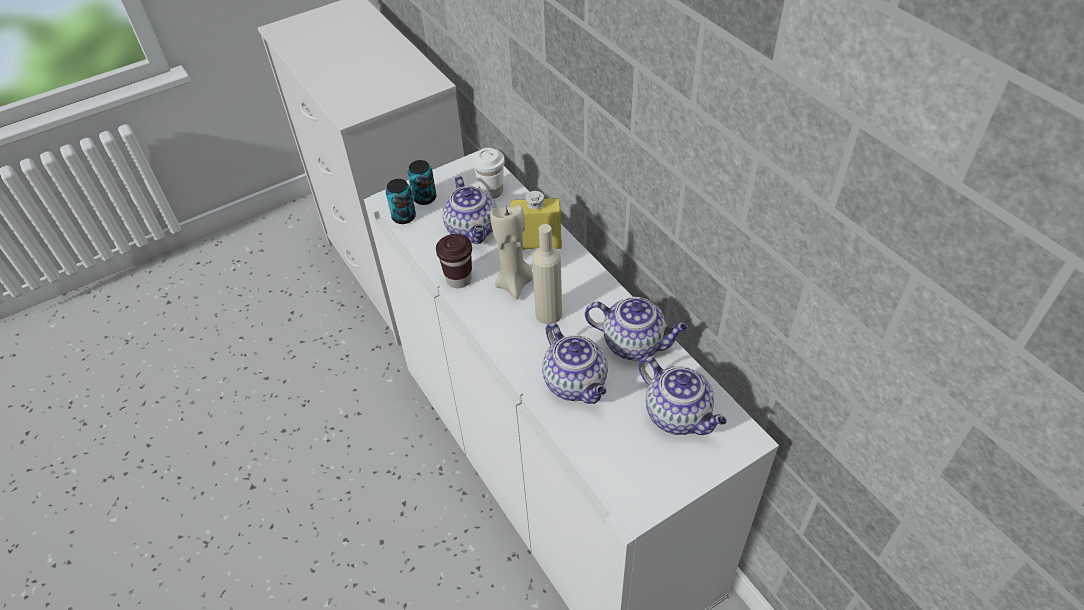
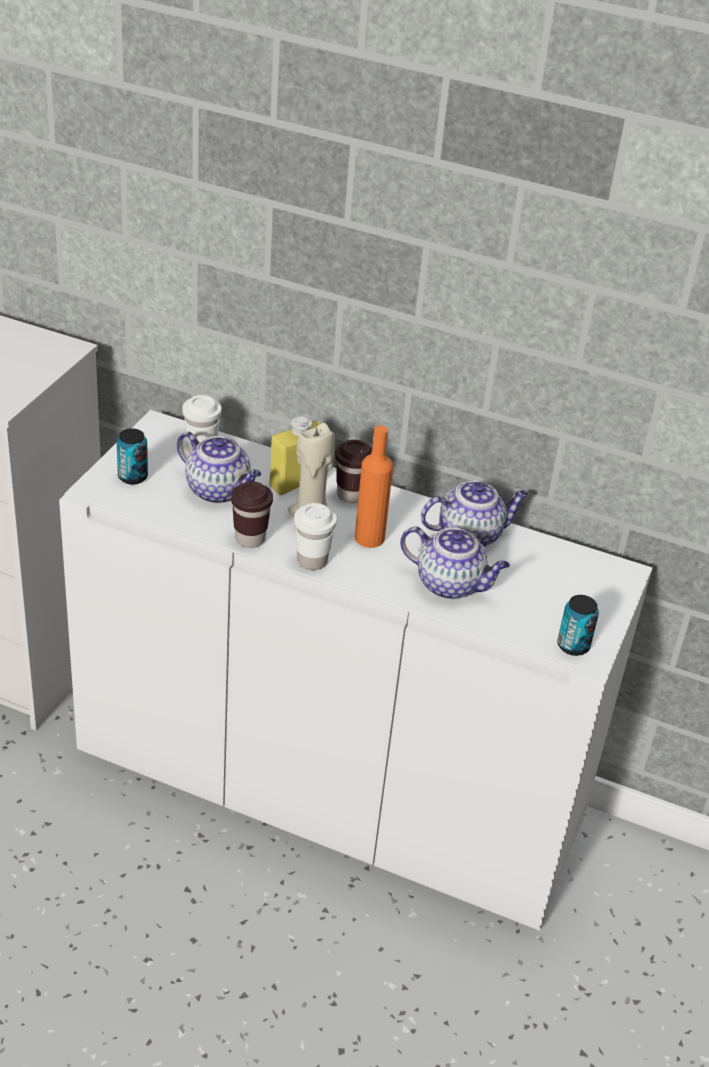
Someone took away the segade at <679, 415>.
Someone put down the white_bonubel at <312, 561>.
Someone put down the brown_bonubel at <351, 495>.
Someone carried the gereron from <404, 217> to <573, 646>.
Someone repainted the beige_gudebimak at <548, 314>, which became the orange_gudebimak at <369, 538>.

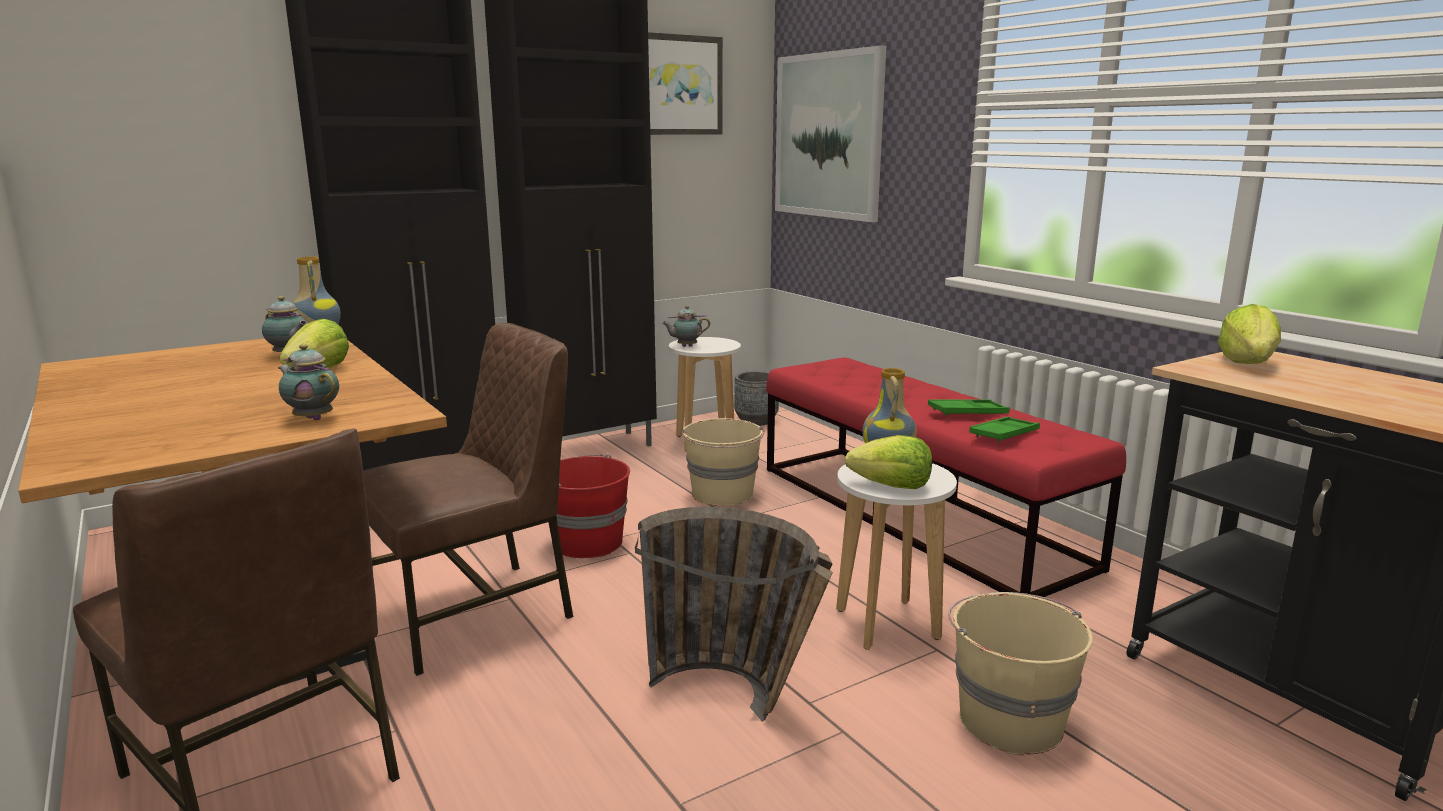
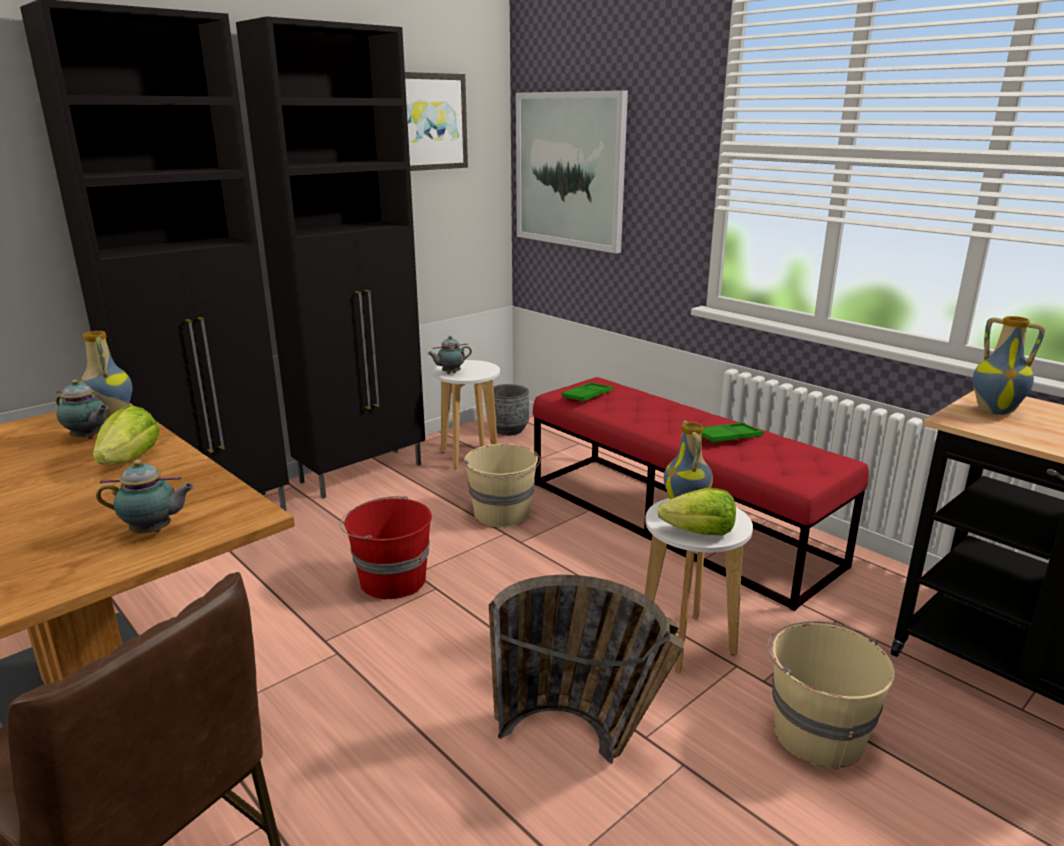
Someone took away the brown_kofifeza at <475, 612>.
Someone carried the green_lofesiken from <1004, 434> to <587, 396>.
Someone swapped the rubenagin at <1247, 364> for the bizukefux at <995, 410>.
Someone rotated the segade at <312, 418> by 150 degrees clockwise.

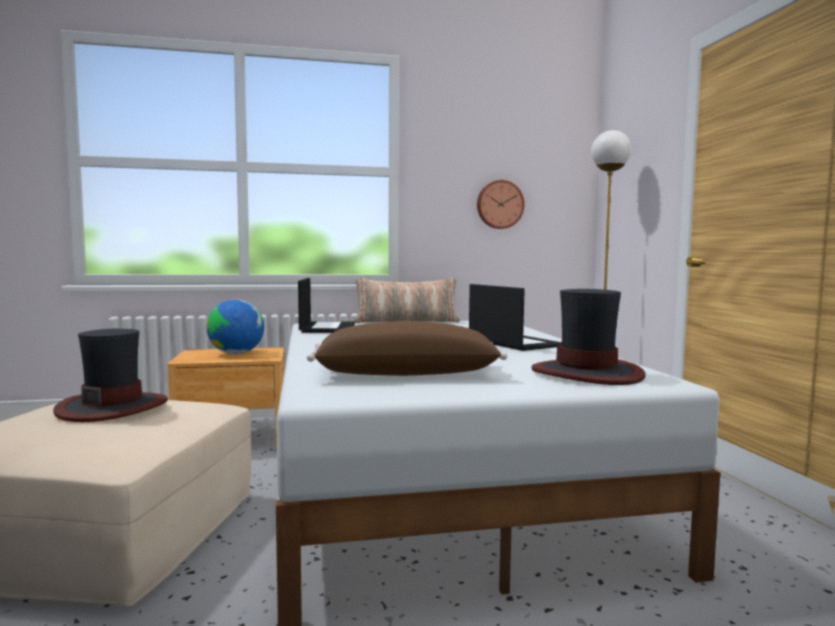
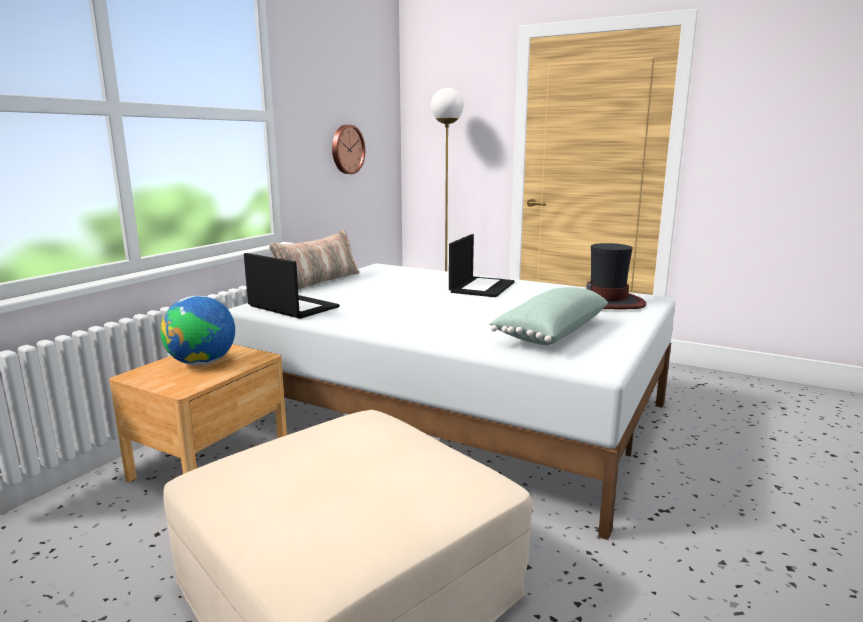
Someone took away the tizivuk at <113, 407>.
Someone repainted the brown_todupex at <406, 373>, which became the green_todupex at <549, 332>.
Someone rotated the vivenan at <513, 343> by 105 degrees clockwise.

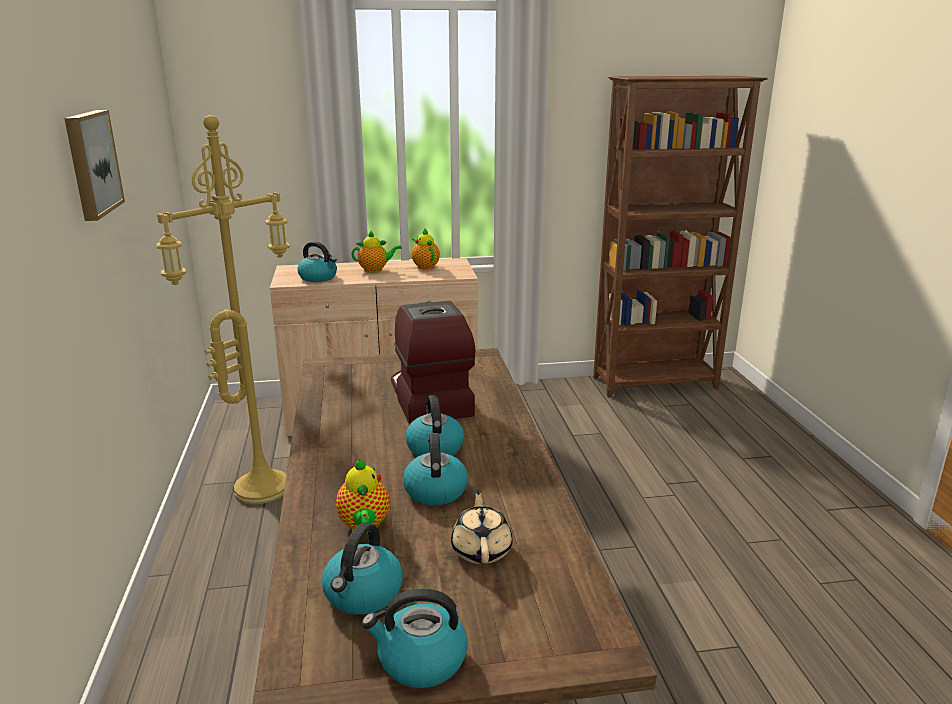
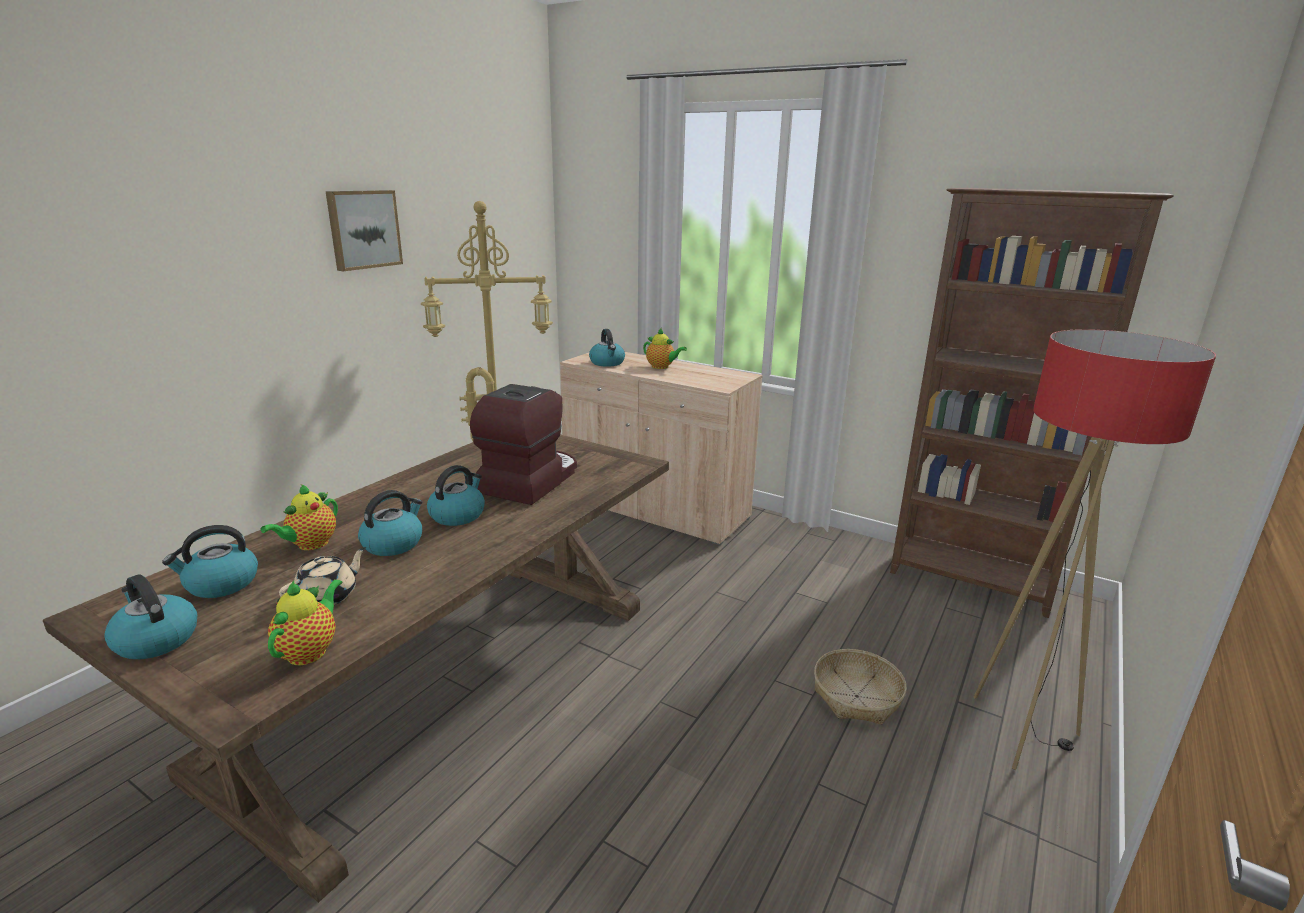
Someone put down the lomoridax at <857, 696>.
Someone put down the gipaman at <1022, 733>.
Someone carried the segade from <425, 266> to <310, 650>.

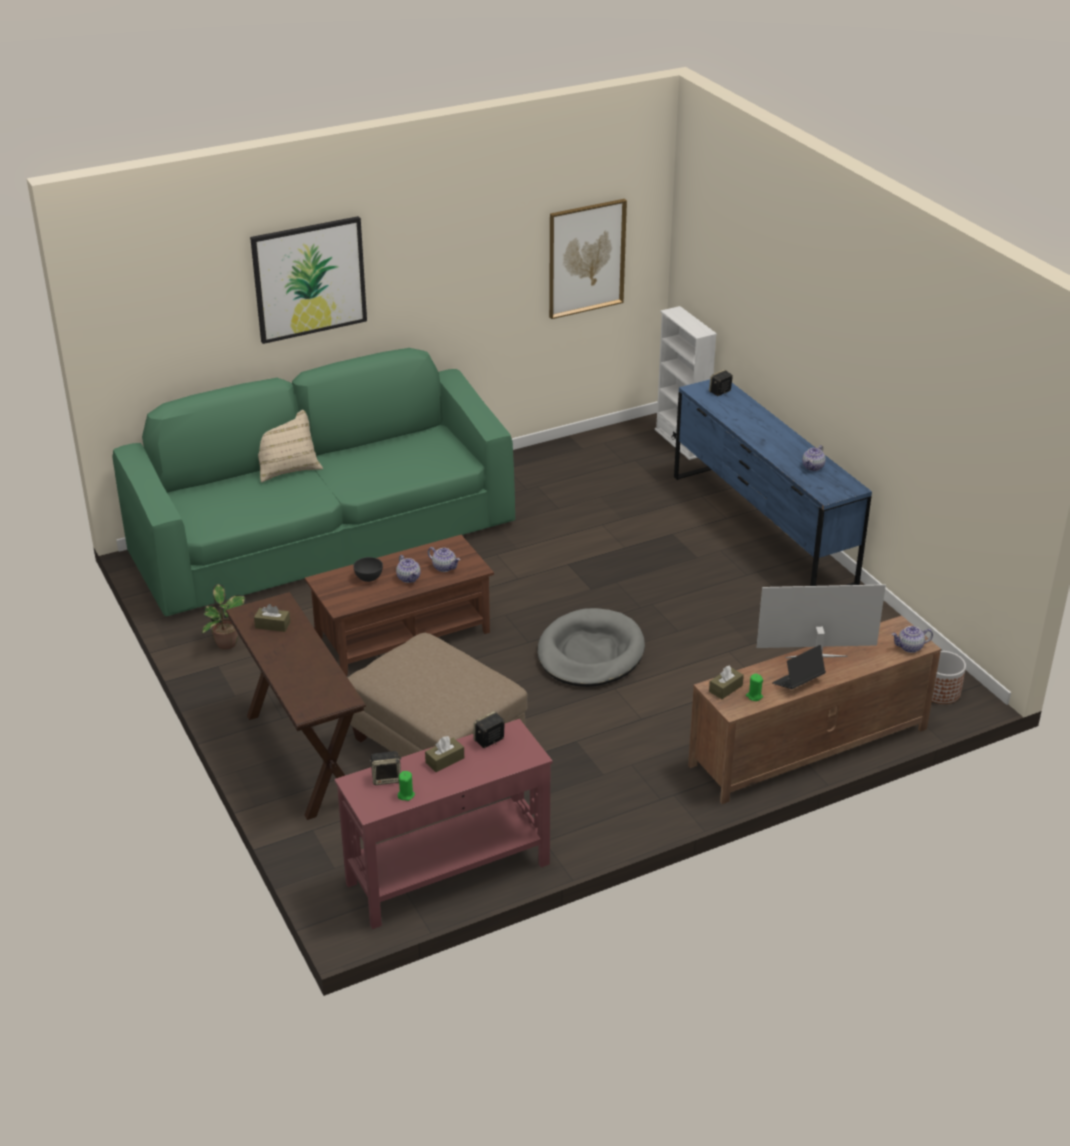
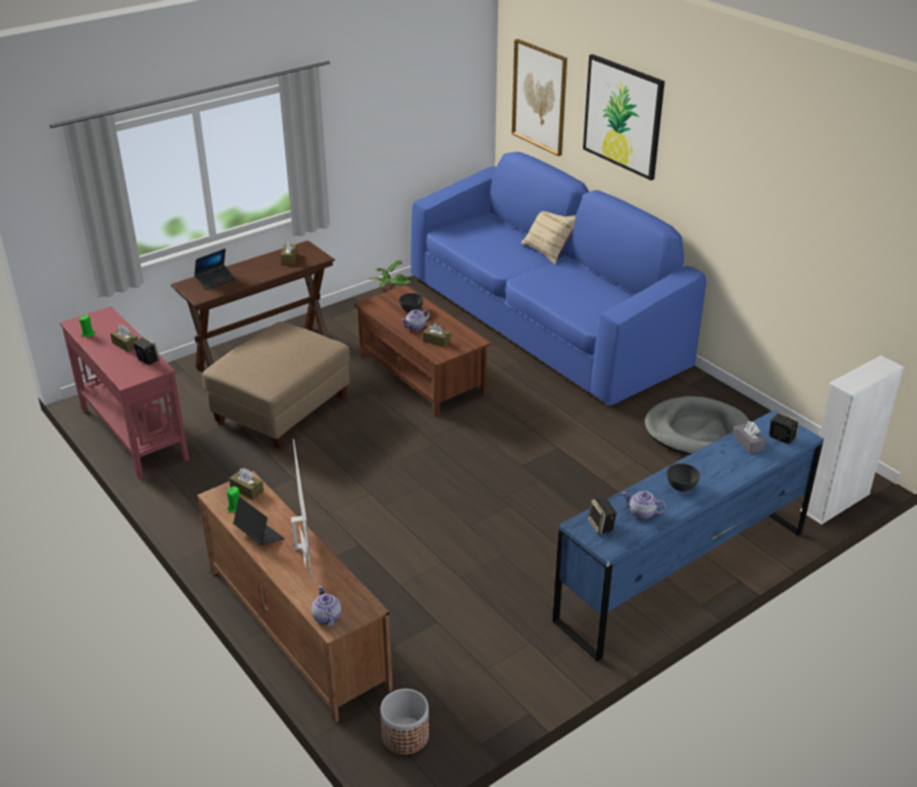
Someone put down the vivenan at <215, 280>.
Someone put down the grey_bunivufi at <681, 486>.
Someone put down the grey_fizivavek at <748, 443>.
Someone carried the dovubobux from <387, 778> to <601, 526>.
Someone carried the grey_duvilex from <590, 653> to <697, 431>.
Someone carried the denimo from <586, 258> to <539, 97>.
Someone swapped the segade at <444, 567> for the brown_fizivavek at <436, 341>.
Someone repainted the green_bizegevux at <325, 539>, which became the blue_bizegevux at <544, 321>.

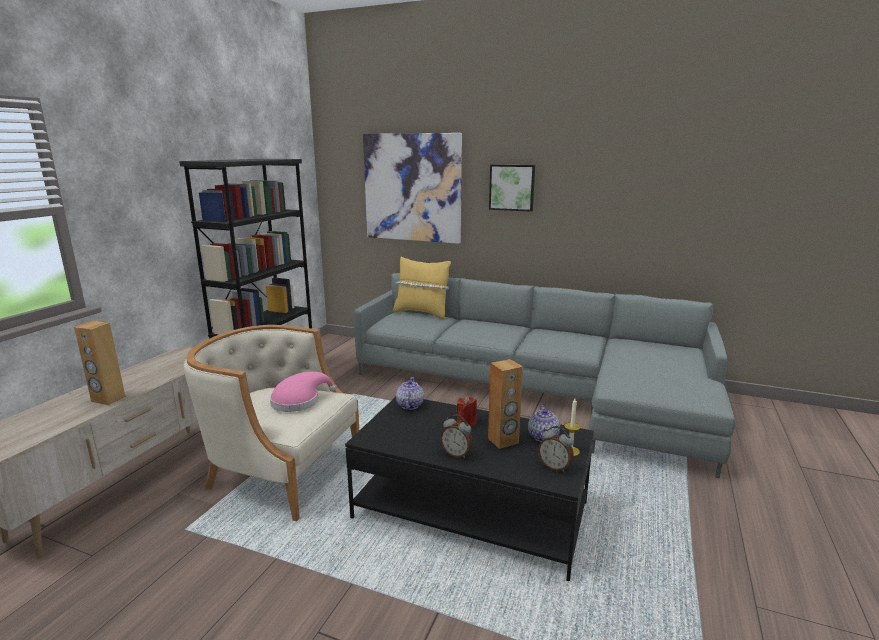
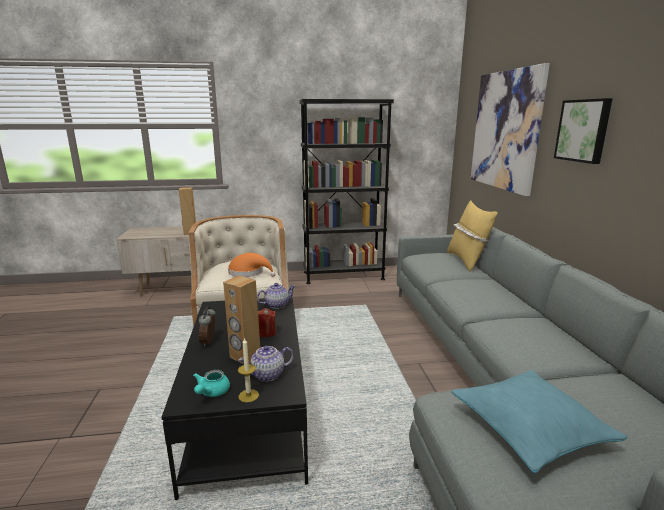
Someone put down the turquoise_todupex at <530, 428>.
Someone swapped the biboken at <554, 467> for the turquoise_segade at <211, 392>.
Someone repainted the pink_tizivuk at <299, 401>, which became the orange_tizivuk at <248, 272>.

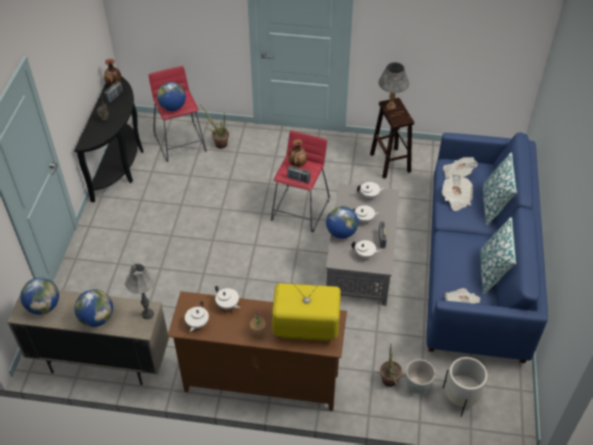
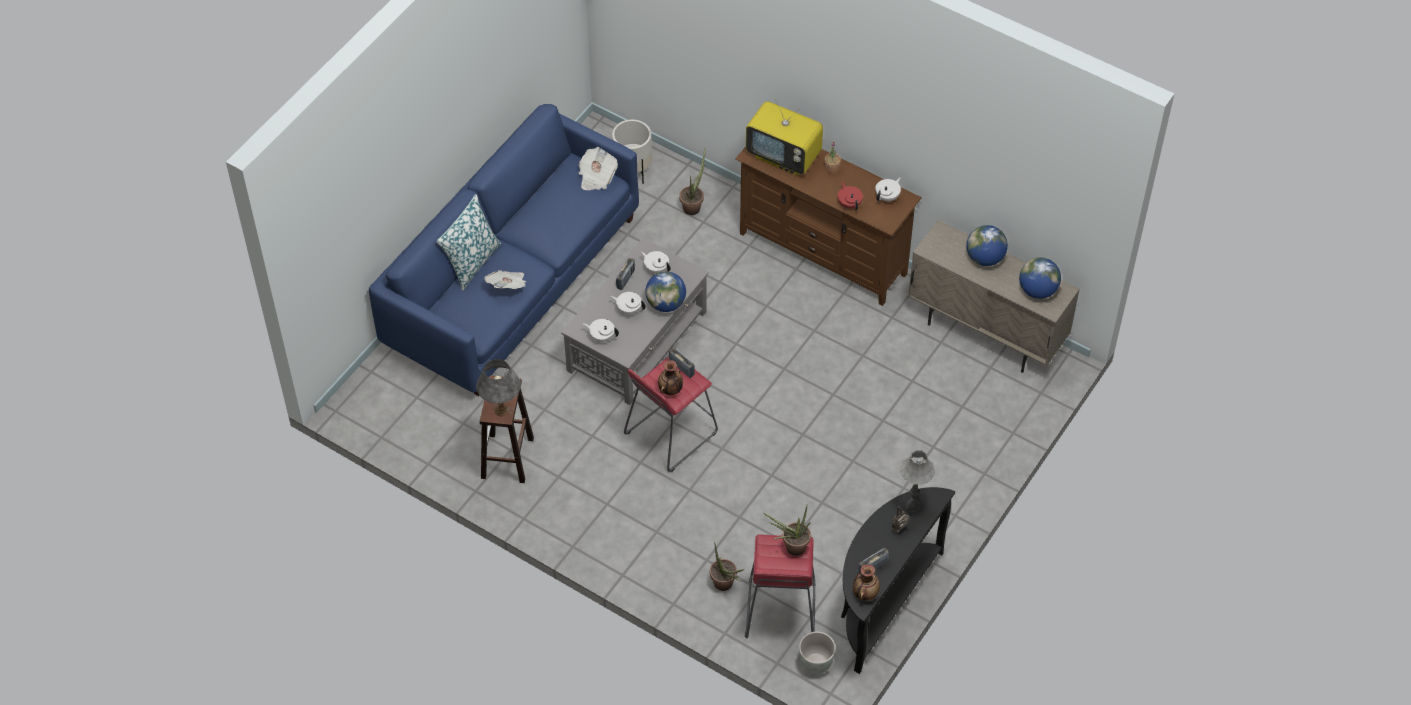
Someone took away the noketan at <457, 173>.
Someone took away the todupex at <492, 272>.
Someone carried the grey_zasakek from <148, 314> to <912, 505>.
Someone carried the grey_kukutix from <417, 384> to <816, 663>.
Someone swapped the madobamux at <173, 107> for the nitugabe at <791, 548>.
Someone repainted the white_segade at <228, 305>, which became the red_segade at <849, 204>.

